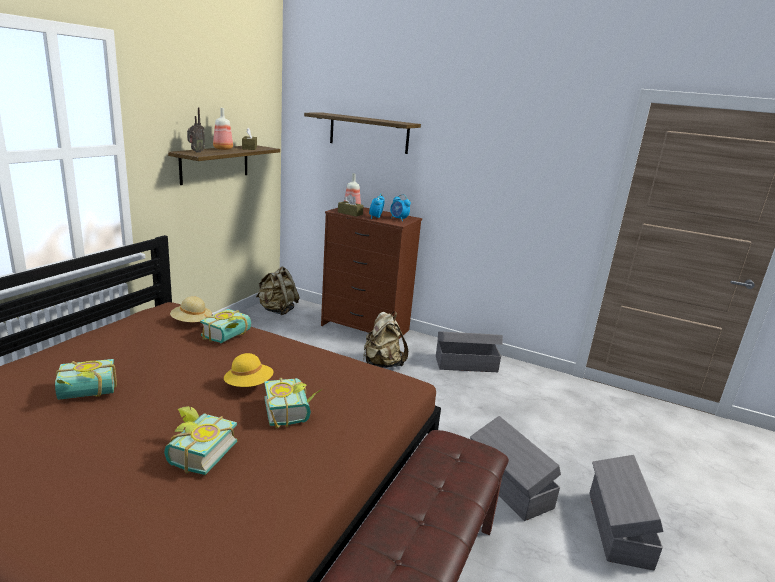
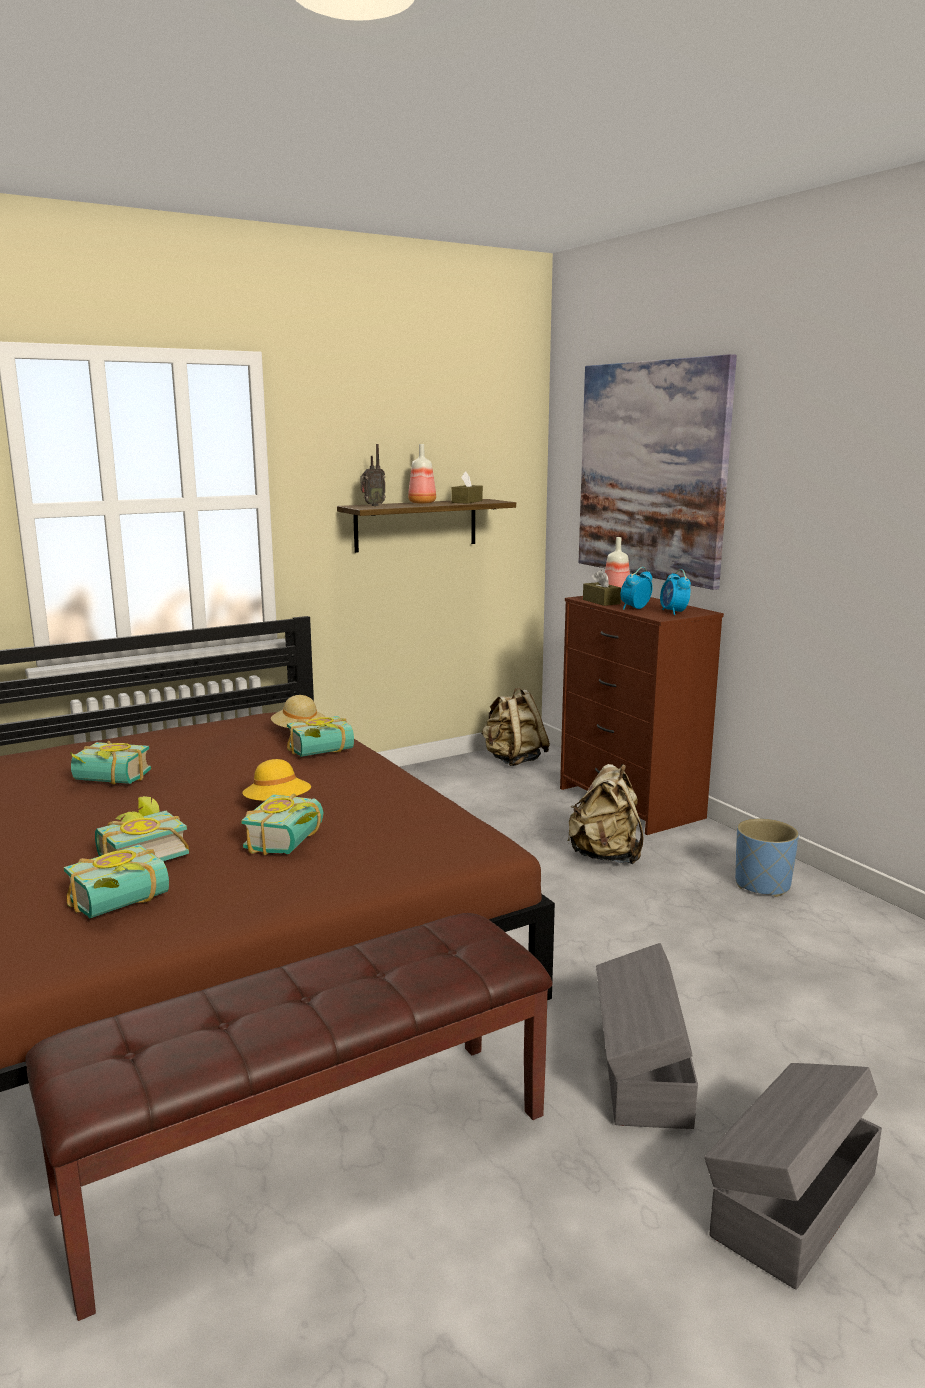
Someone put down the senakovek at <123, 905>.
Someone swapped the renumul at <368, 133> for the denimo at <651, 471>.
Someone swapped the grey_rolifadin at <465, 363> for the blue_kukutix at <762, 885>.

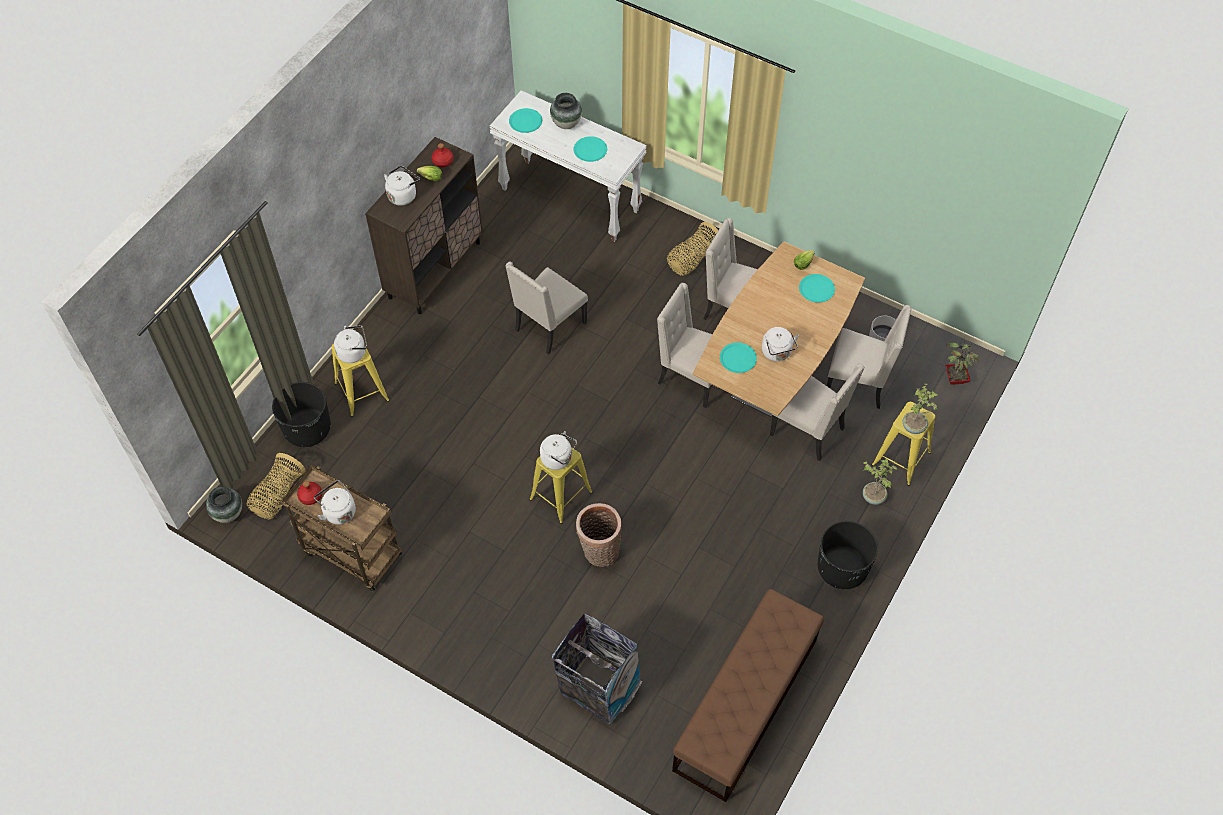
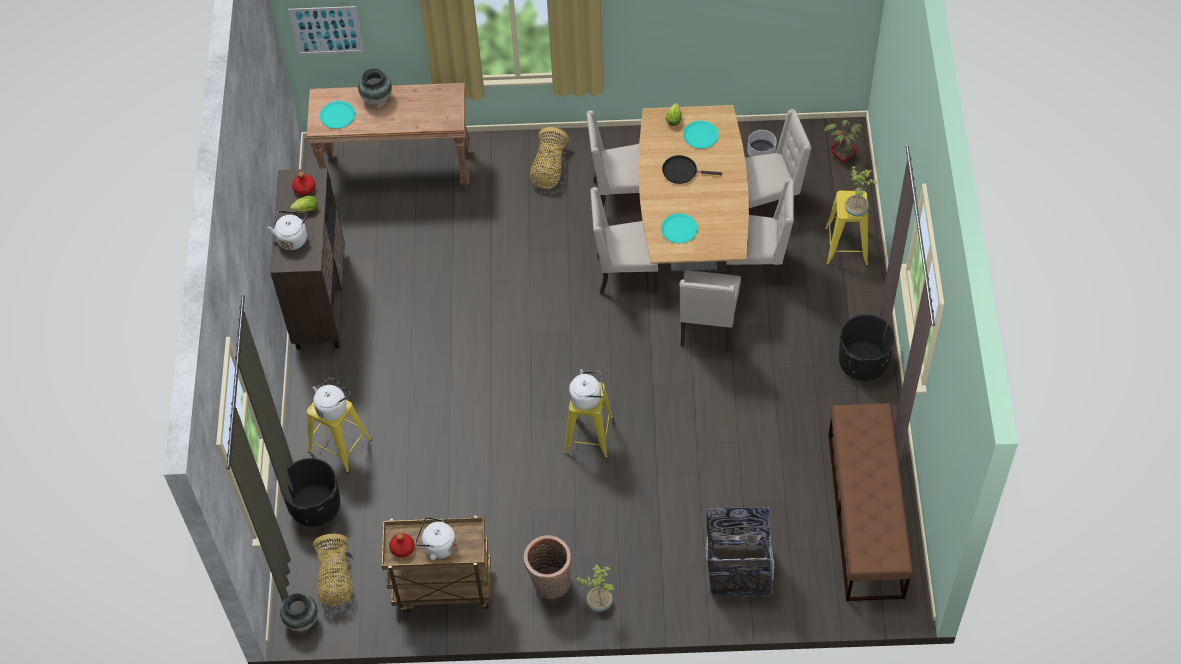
Someone took away the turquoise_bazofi at <590, 150>.
Someone took away the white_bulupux at <777, 353>.
Someone put up the denimo at <326, 30>.
Someone put down the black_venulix at <682, 171>.
Someone carried the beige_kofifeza from <549, 327> to <707, 327>.
Someone carried the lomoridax from <599, 552> to <550, 584>.
Someone carried the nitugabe from <873, 496> to <599, 602>.
Someone repainted the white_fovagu at <570, 200>, which became the brown_fovagu at <398, 171>.

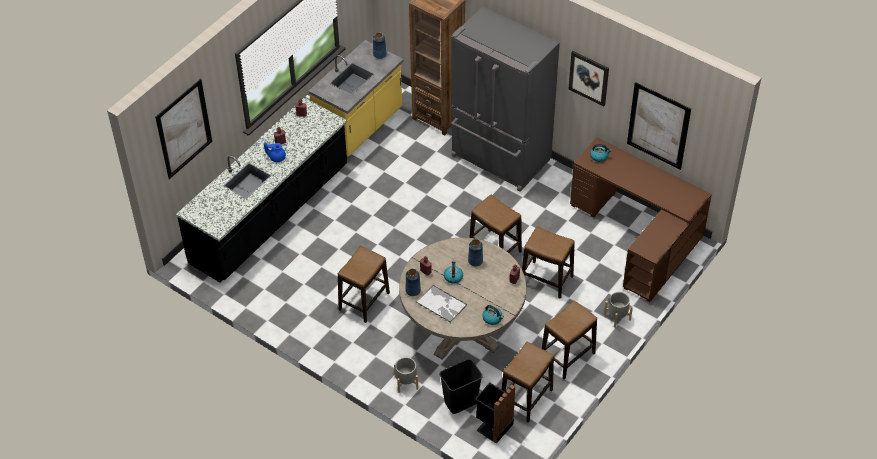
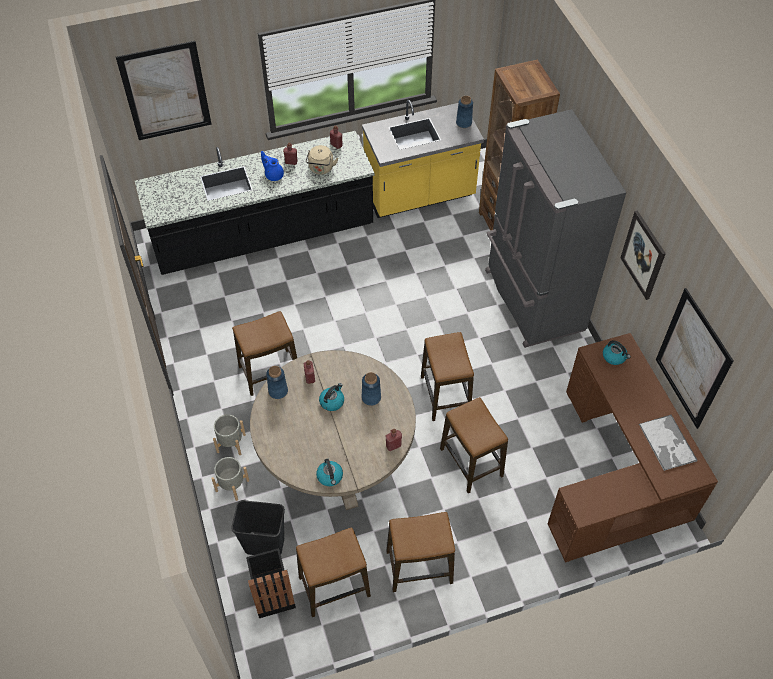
Someone put down the beige_bulupux at <321, 169>.
Someone carried the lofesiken from <442, 304> to <667, 443>.
Someone carried the grey_kukutix from <617, 317> to <231, 443>.

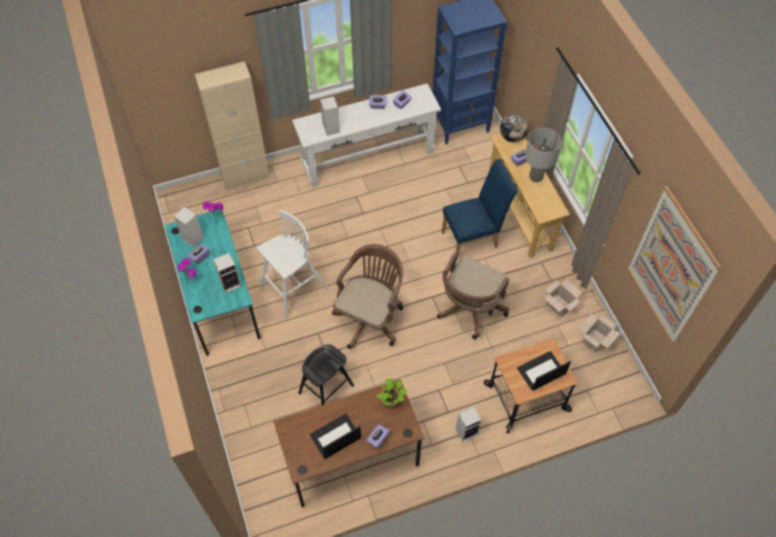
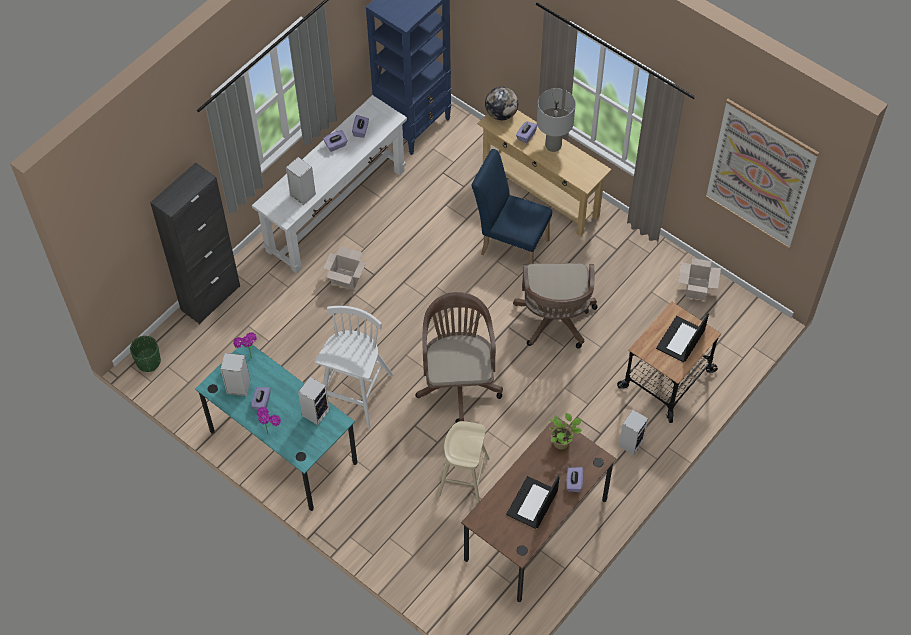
Someone put down the green_kukutix at <148, 362>.
Someone carried the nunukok from <560, 306> to <347, 278>.
Someone repainted the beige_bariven at <245, 176>, which became the black_bariven at <210, 298>.
Someone repainted the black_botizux at <326, 389>, which became the beige_botizux at <463, 477>.
Someone rotated the blue_kofifeza at <474, 238> by 105 degrees counterclockwise.

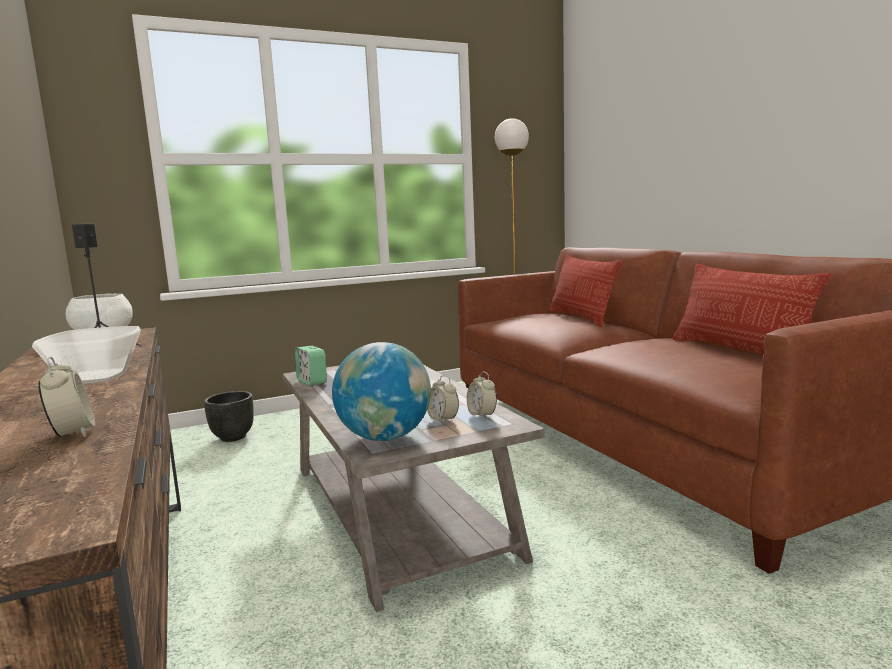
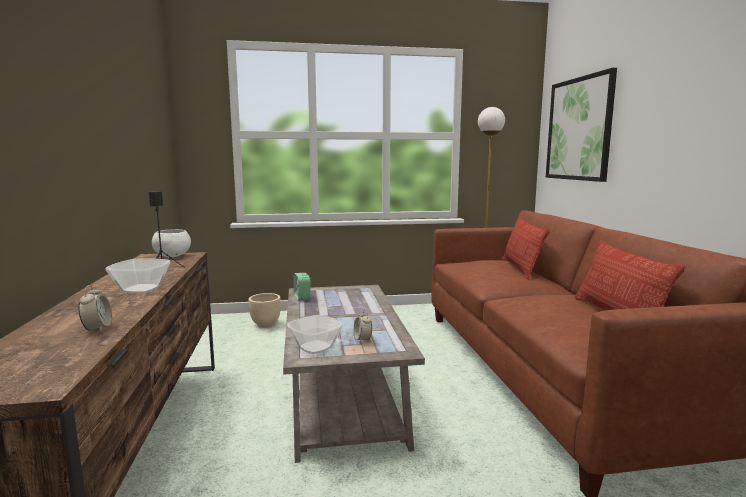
Someone took away the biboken at <482, 415>.
Someone put up the denimo at <579, 129>.
Someone swapped the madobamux at <385, 437> for the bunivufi at <316, 347>.
Someone repainted the black_kukutix at <232, 437>, which became the beige_kukutix at <265, 324>.

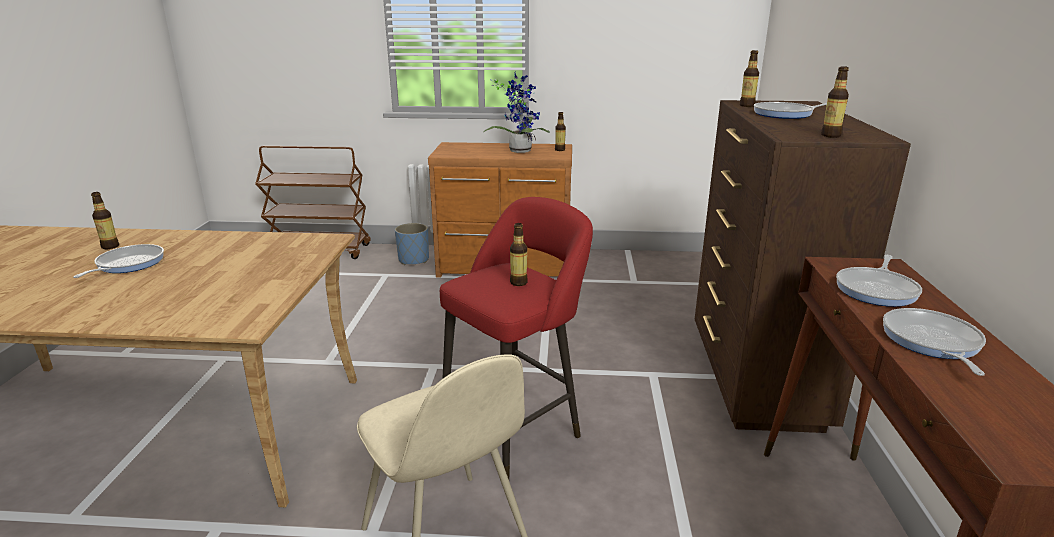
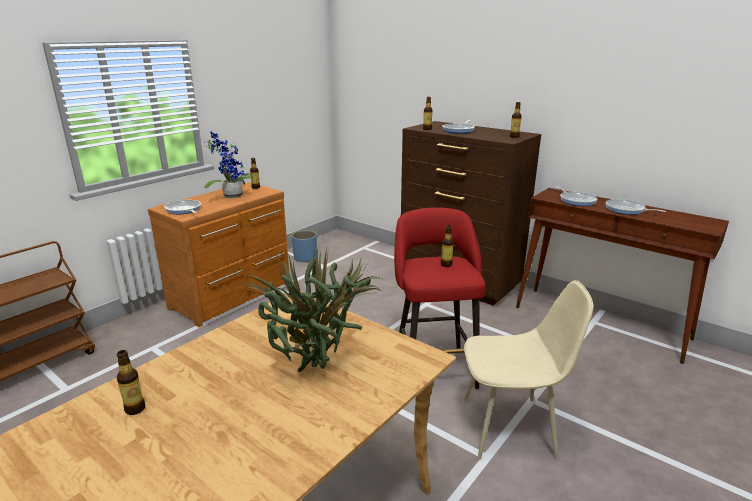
Someone put down the nitugabe at <318, 370>.
Someone carried the venulix from <127, 264> to <184, 210>.
Someone carried the blue_kukutix from <414, 260> to <305, 258>.

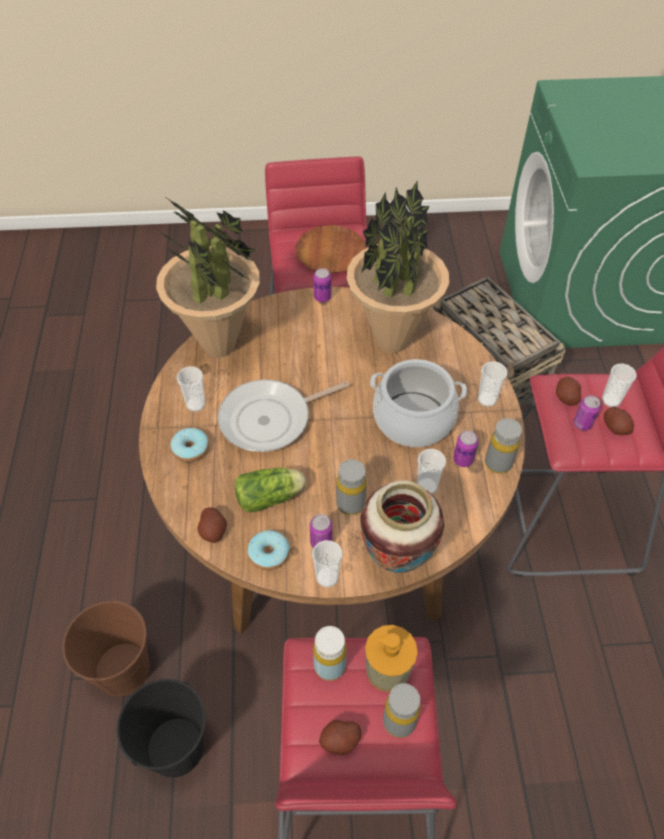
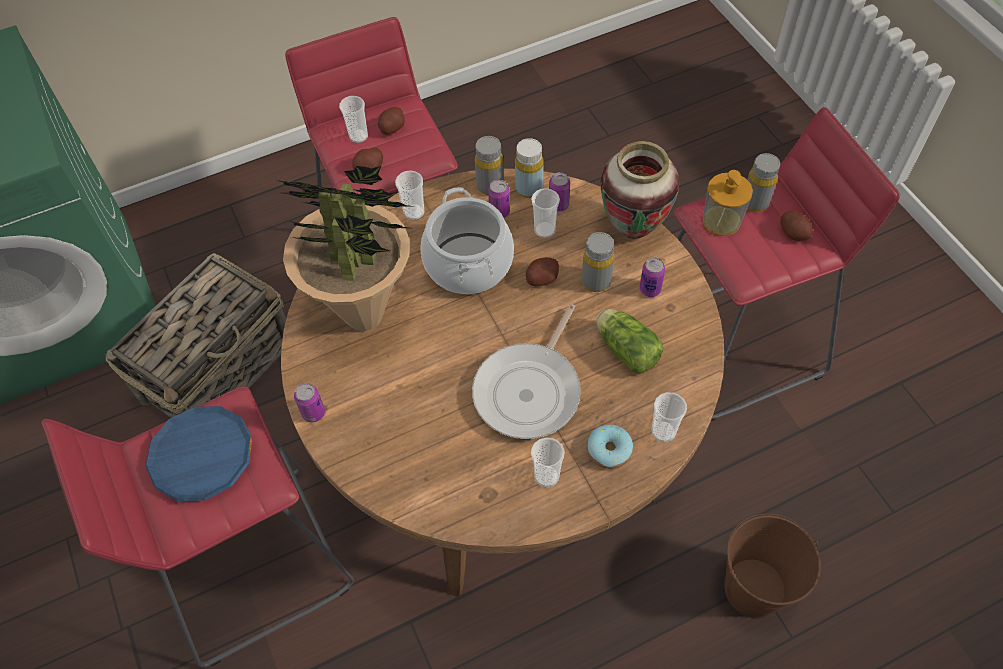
Someone took away the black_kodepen at <175, 747>.
Someone took away the nitugabe at <220, 346>.
Someone took away the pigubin at <269, 554>.
Someone carried the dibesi from <213, 531> to <542, 278>.
Someone carried the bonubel from <327, 577> to <663, 432>.
Someone carried the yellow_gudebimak from <329, 665> to <529, 189>.
Someone carried the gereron from <582, 424> to <558, 205>.
Someone repainted the brown_bazofi at <330, 253>, which became the blue_bazofi at <202, 456>.
Someone rotated the venulix at <270, 419> by 75 degrees clockwise.

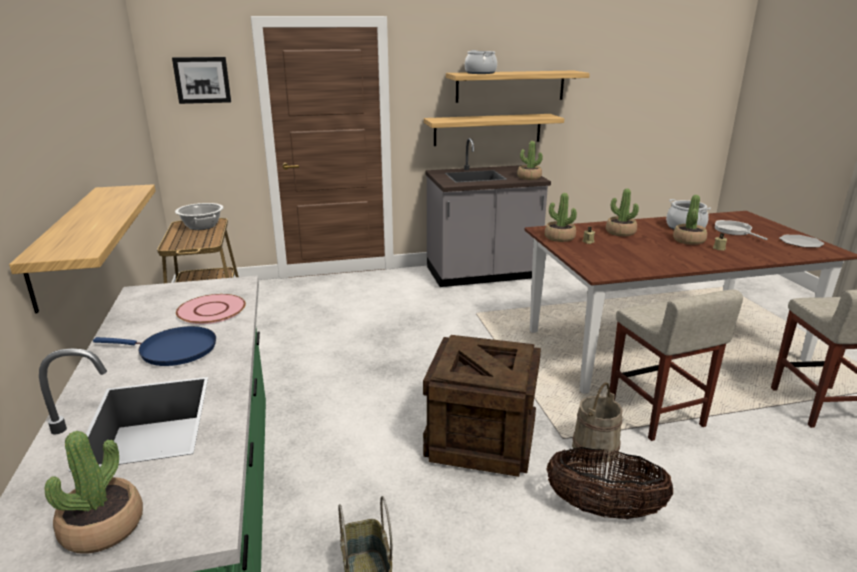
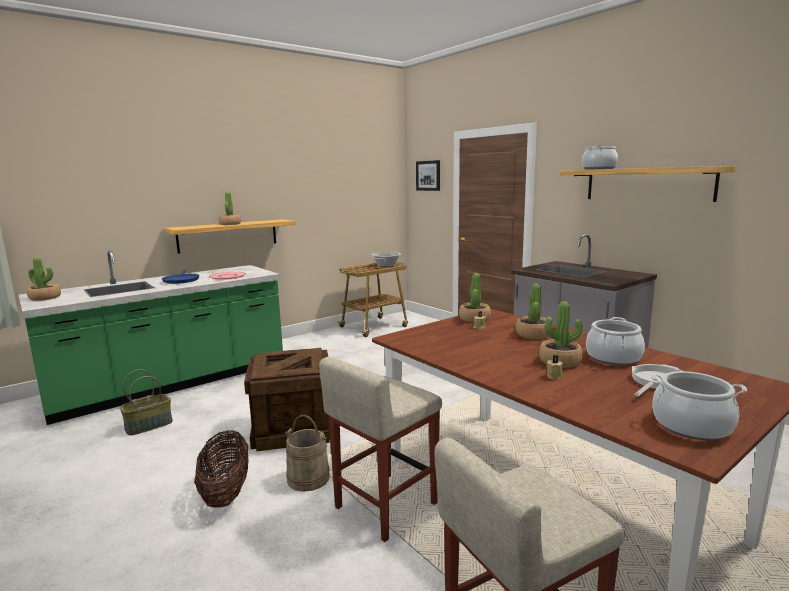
Someone took away the renumul at <487, 129>.
Someone carried the nitugabe from <529, 177> to <230, 224>.
Someone swapped the bazofi at <801, 242> for the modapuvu at <691, 426>.

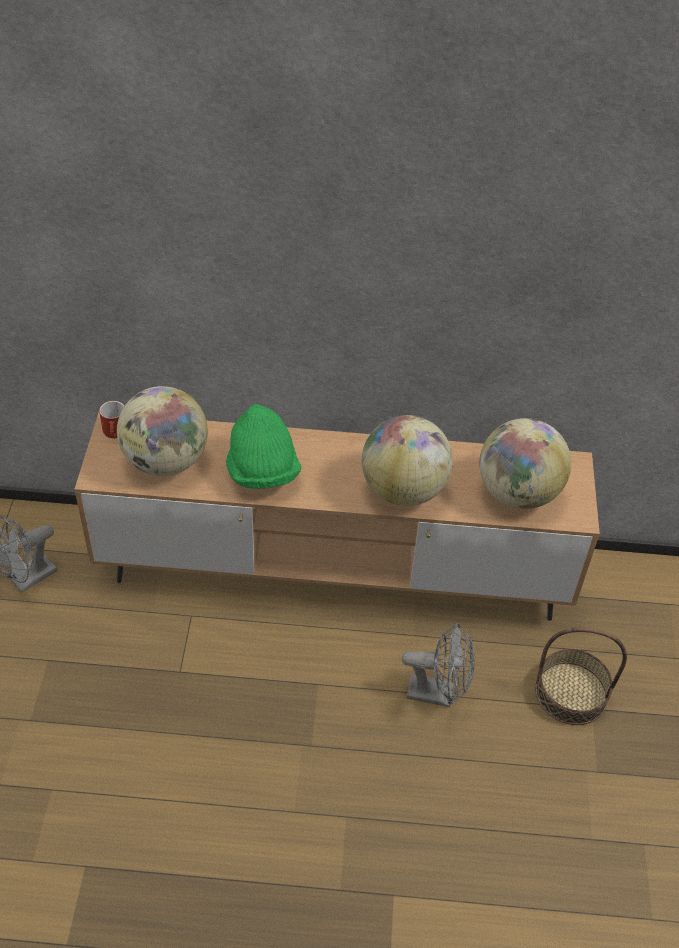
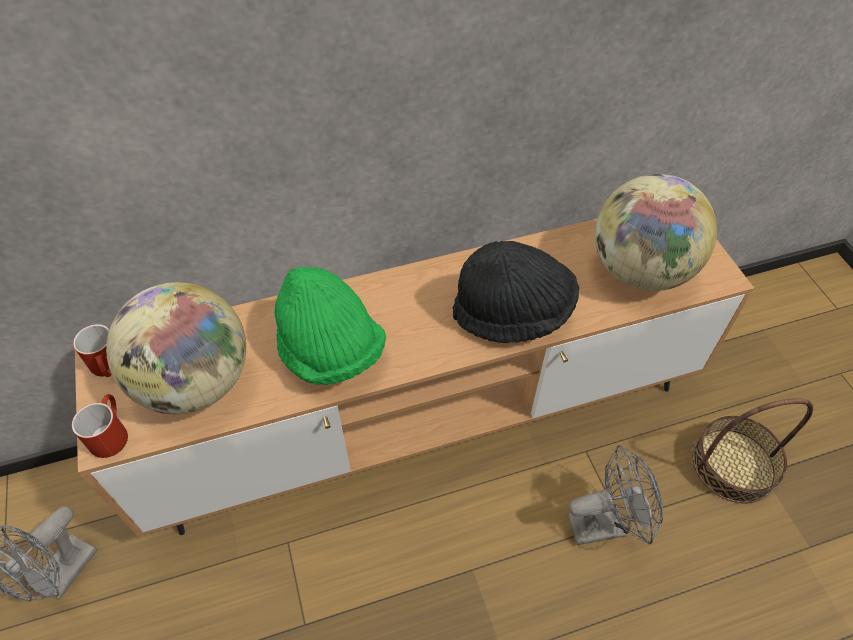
Someone put down the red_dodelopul at <110, 433>.
Someone swapped the madobamux at <403, 490> for the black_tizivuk at <512, 313>.

